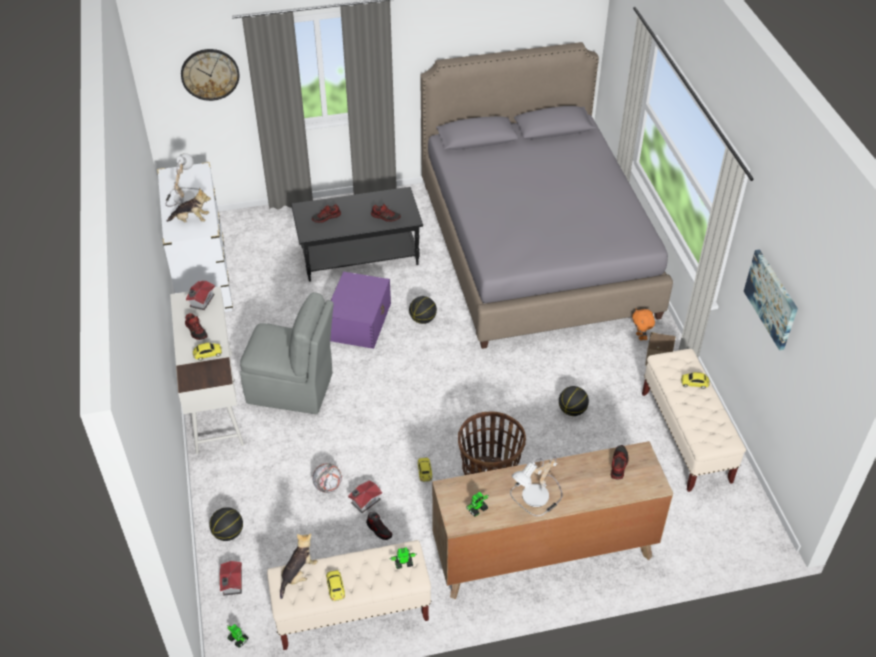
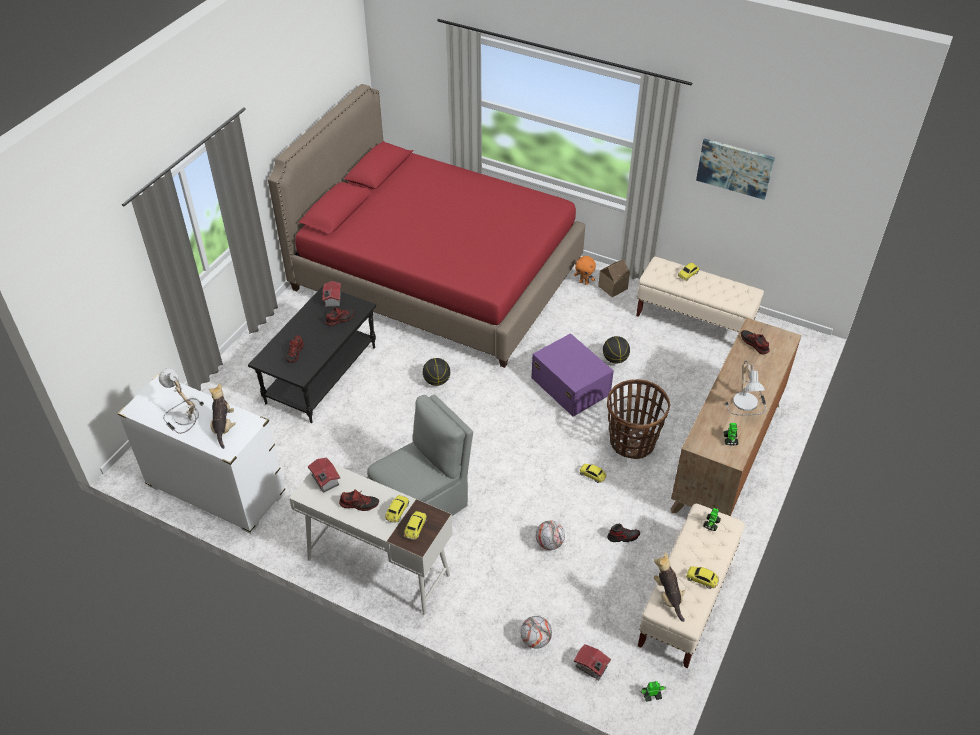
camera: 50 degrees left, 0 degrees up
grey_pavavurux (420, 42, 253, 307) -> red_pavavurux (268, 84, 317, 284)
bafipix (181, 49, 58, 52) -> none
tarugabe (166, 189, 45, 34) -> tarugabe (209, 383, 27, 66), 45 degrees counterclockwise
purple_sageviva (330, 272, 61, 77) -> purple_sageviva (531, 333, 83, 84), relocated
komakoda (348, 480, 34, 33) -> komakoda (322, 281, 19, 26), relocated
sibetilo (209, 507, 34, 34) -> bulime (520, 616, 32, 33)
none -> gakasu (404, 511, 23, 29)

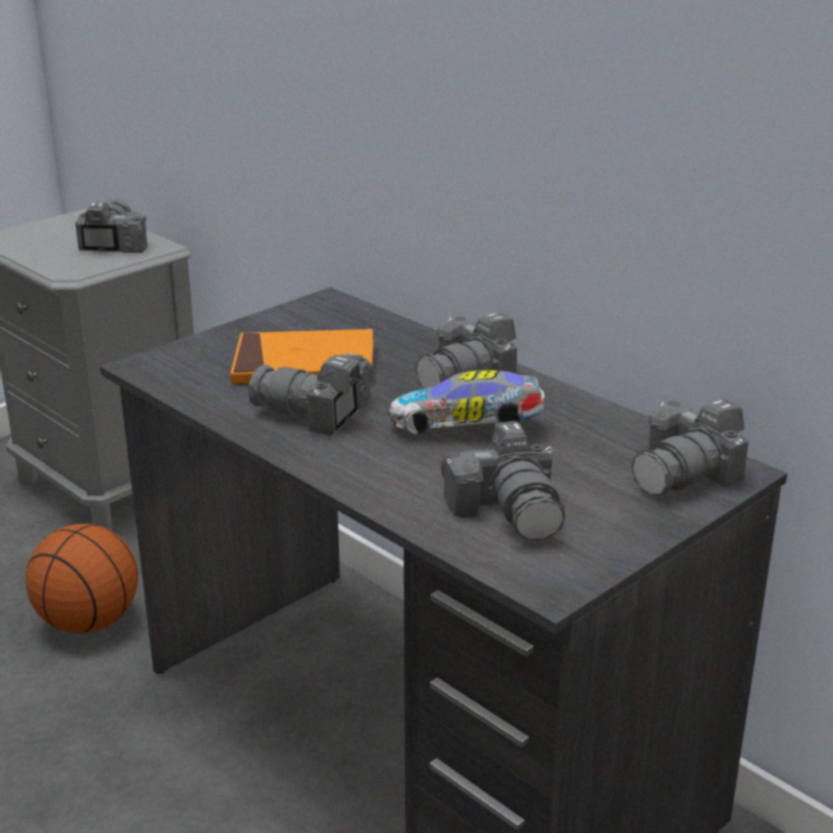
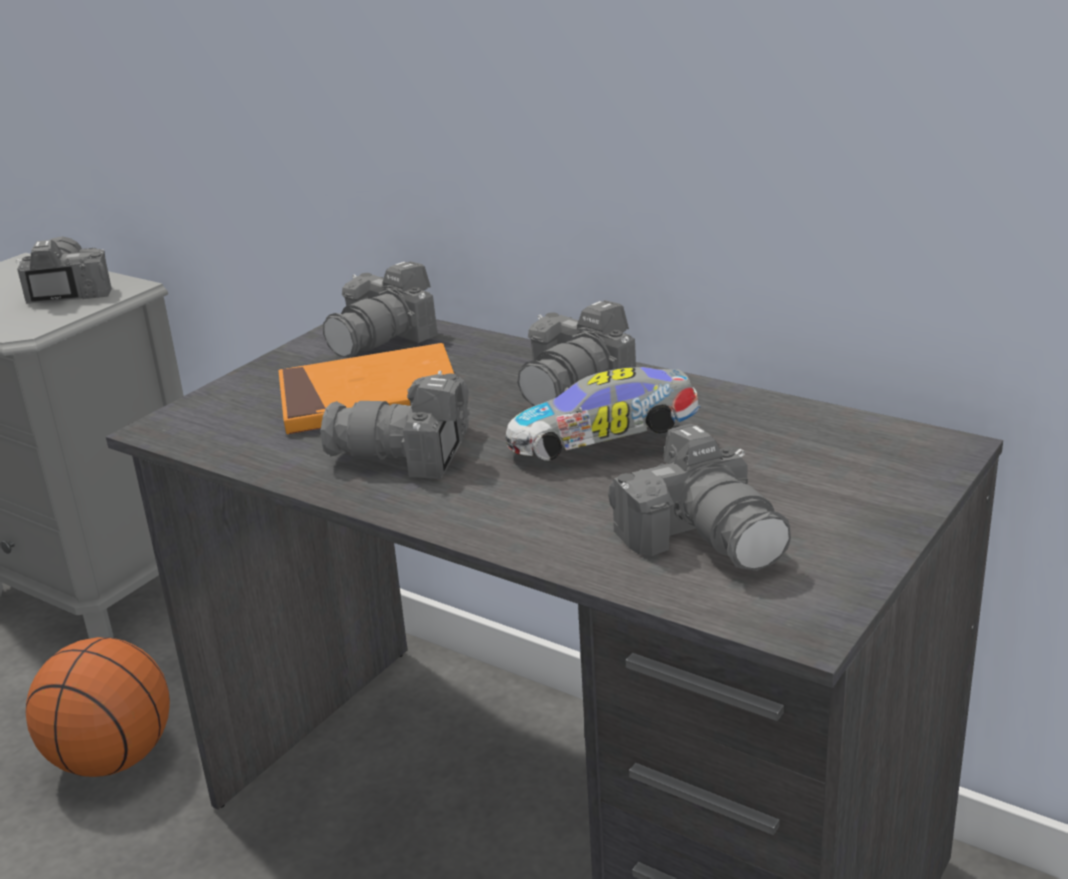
camera: 10 degrees left, 0 degrees up
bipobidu (631, 399, 118, 97) -> bipobidu (323, 261, 115, 97), relocated

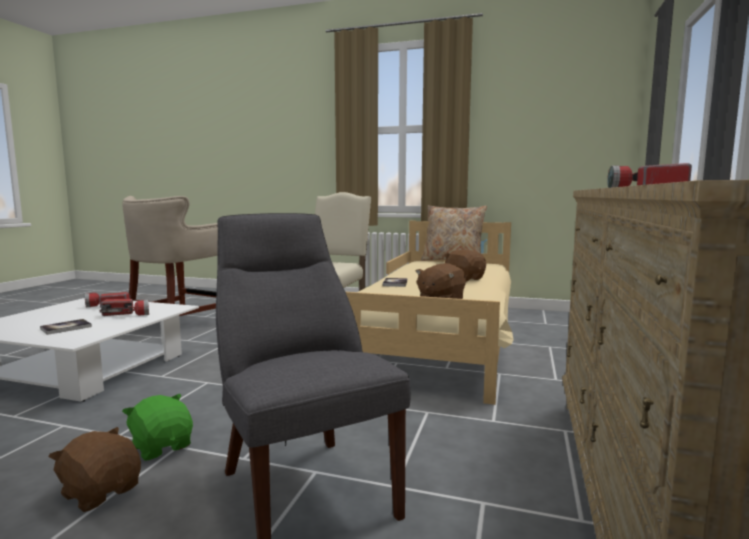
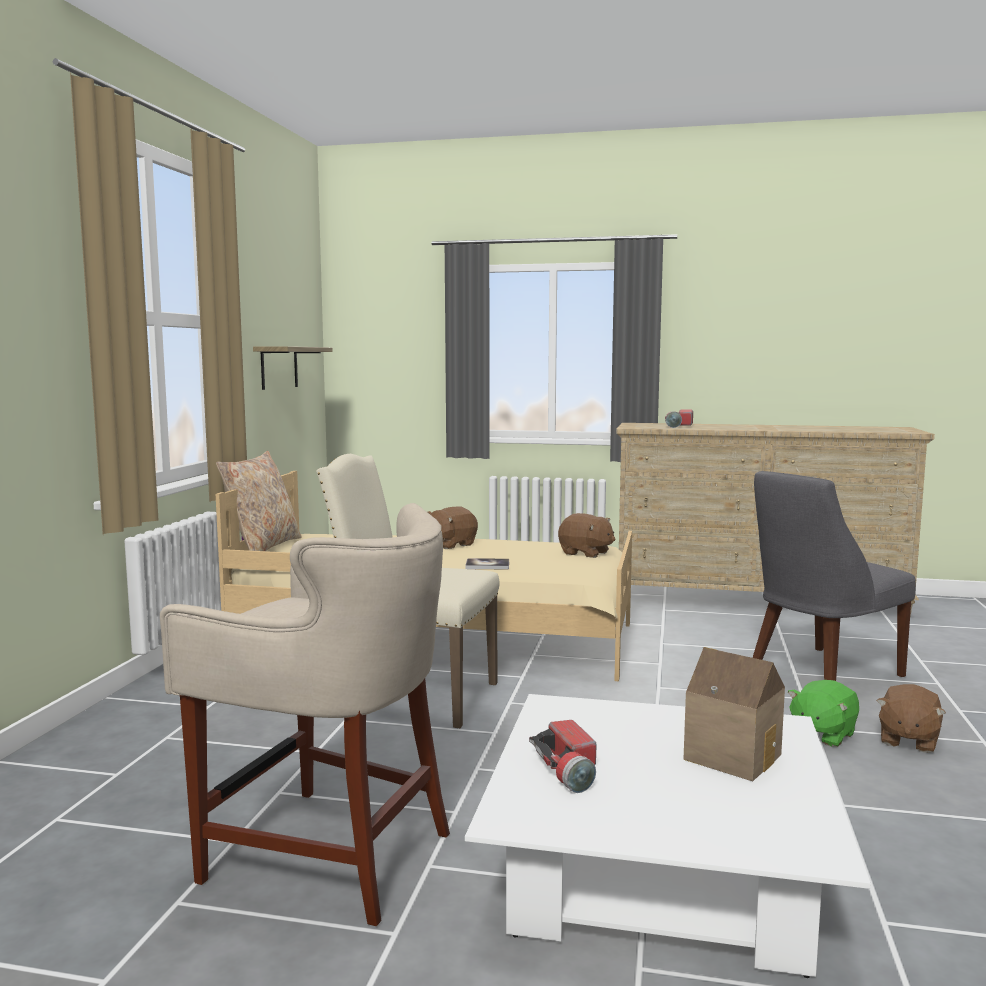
camera: 95 degrees left, 0 degrees up
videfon (100, 299, 49, 17) -> none
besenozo (40, 319, 52, 16) -> komakoda (683, 647, 102, 134)
none -> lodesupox (253, 346, 80, 44)

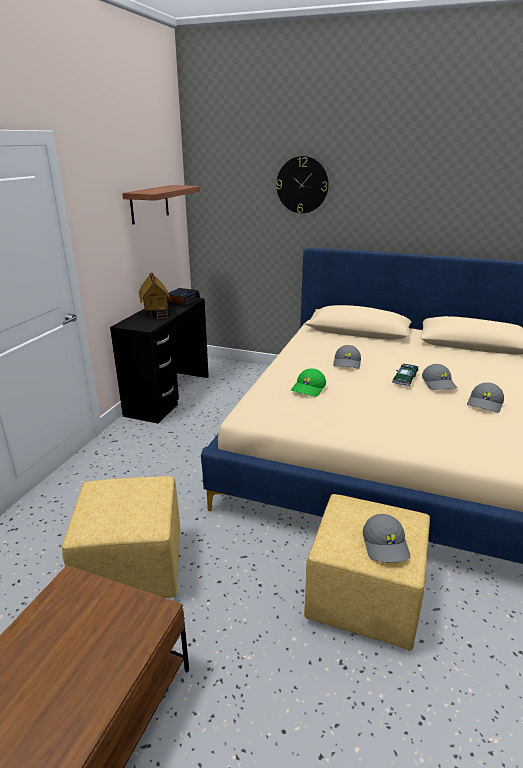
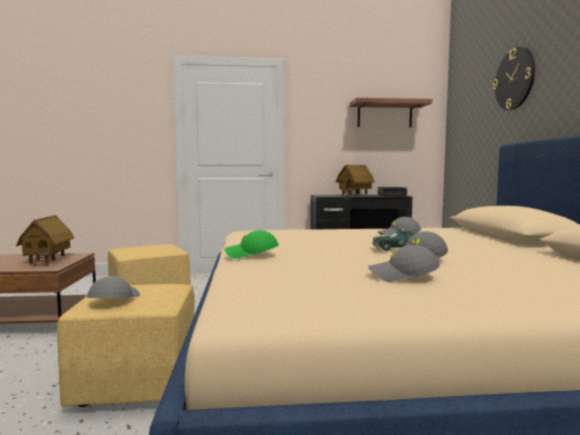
camera: 65 degrees right, 20 degrees down
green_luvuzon (291, 368, 35, 29) -> green_luvuzon (224, 230, 55, 29), relocated
grey_luvuzon (363, 514, 47, 48) -> grey_luvuzon (87, 276, 53, 22), 120 degrees clockwise
none -> komakoda (16, 215, 58, 52)

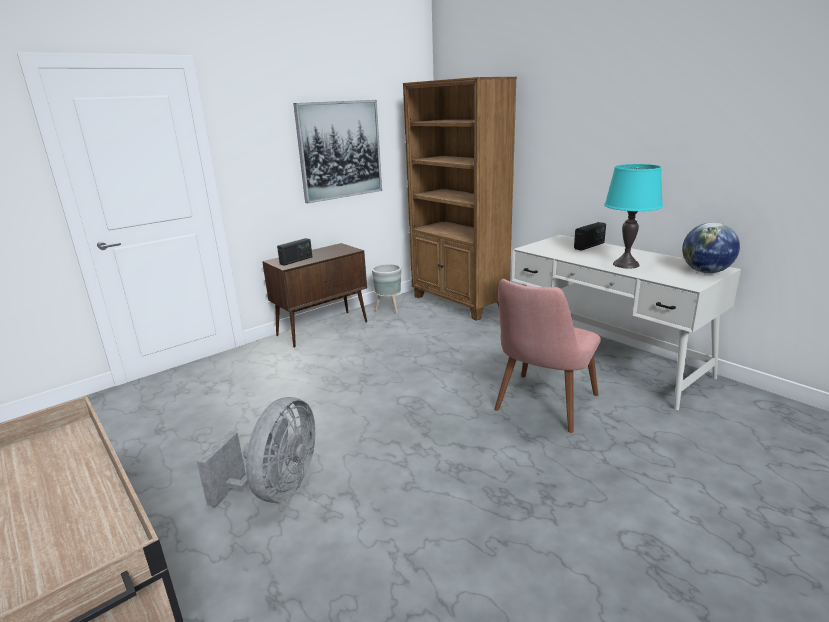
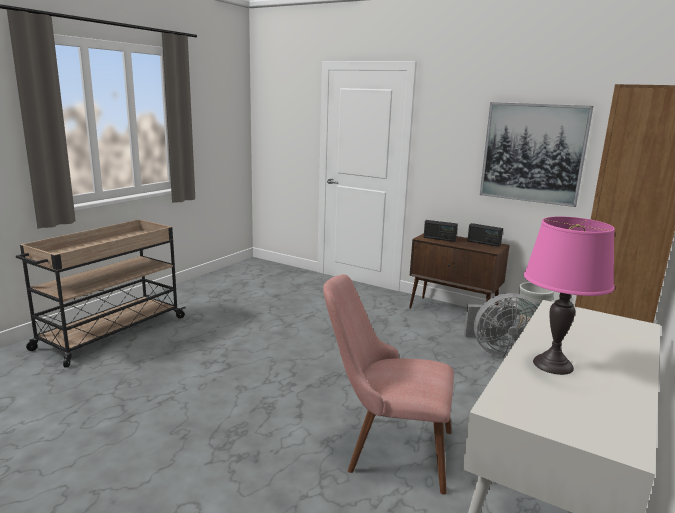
camera: 70 degrees right, 5 degrees down
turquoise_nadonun (604, 164, 59, 105) -> pink_nadonun (524, 217, 91, 158)
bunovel (574, 222, 32, 29) -> bunovel (467, 223, 36, 24), relocated
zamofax (682, 222, 58, 51) -> none
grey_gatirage (196, 397, 120, 110) -> grey_gatirage (464, 293, 74, 65), relocated

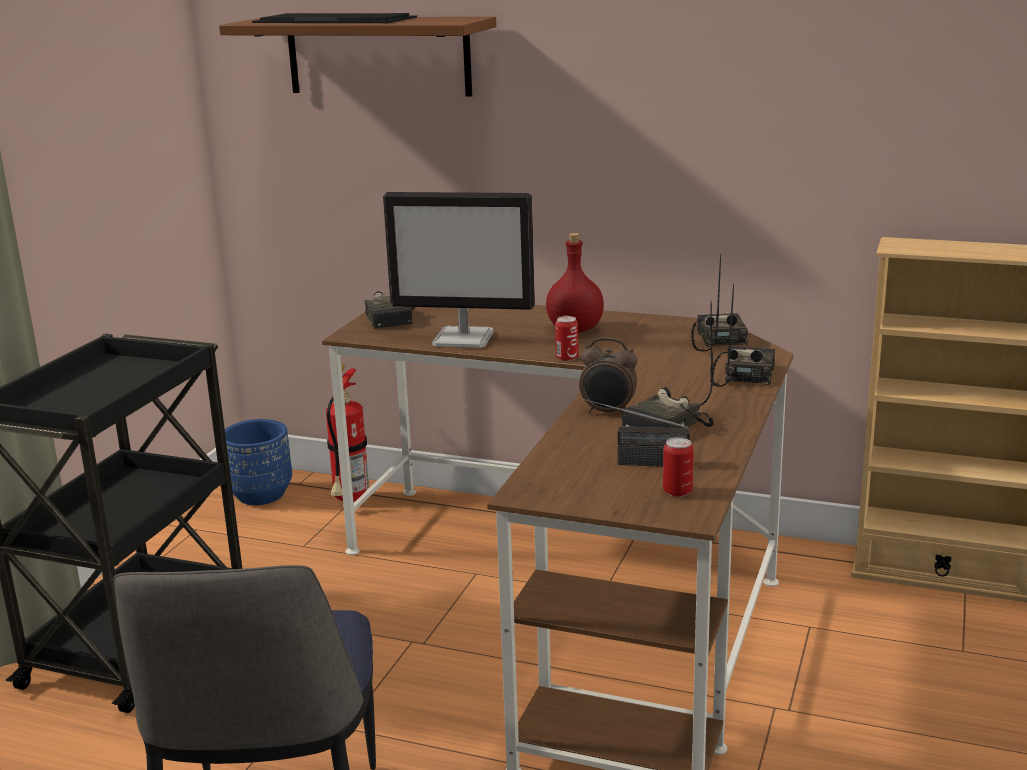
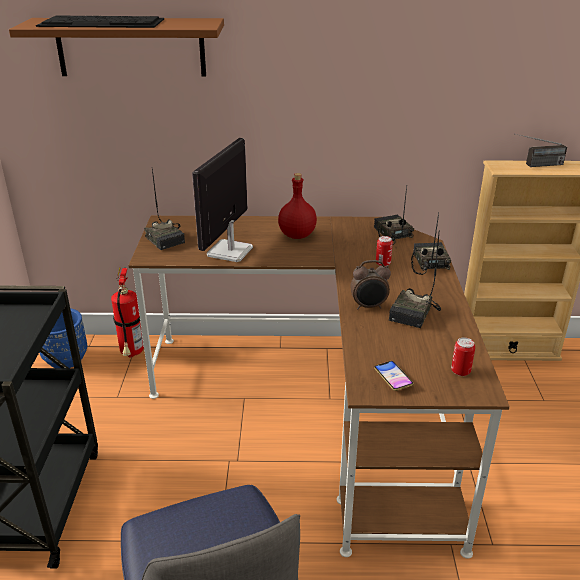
camera: 20 degrees left, 10 degrees up
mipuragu (383, 192, 152, 156) -> mipuragu (192, 138, 61, 124), 120 degrees clockwise
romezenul (555, 316, 23, 45) -> romezenul (376, 236, 17, 30), relocated
bunovel (580, 398, 110, 69) -> bunovel (516, 134, 51, 33), relocated
none -> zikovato (374, 361, 40, 30)

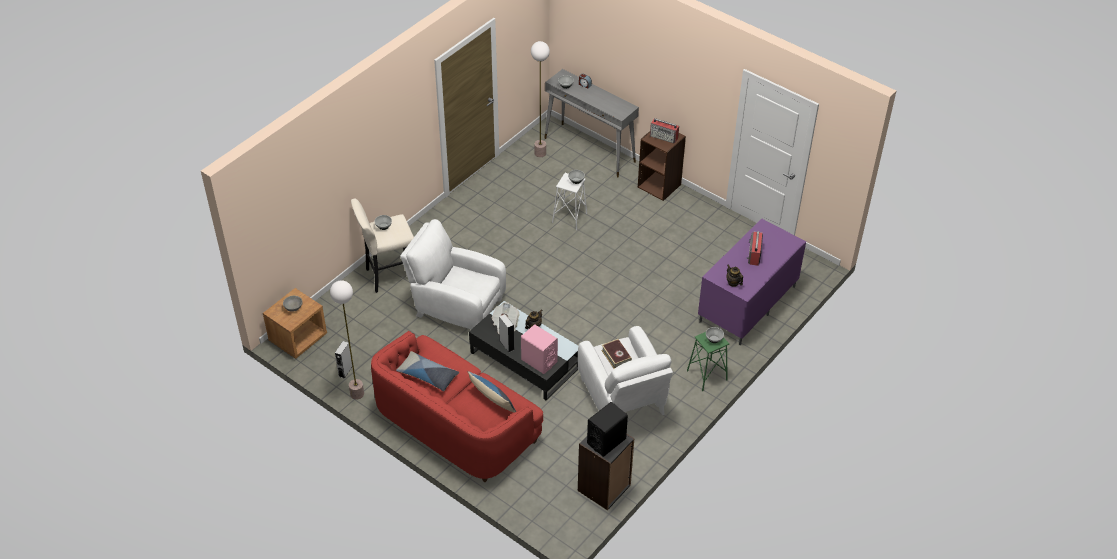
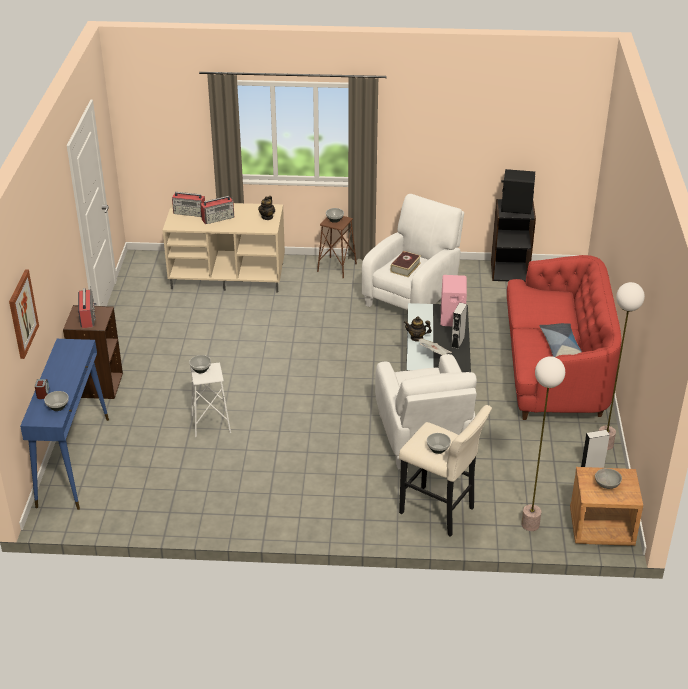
camera: 125 degrees left, 10 degrees down
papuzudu (531, 41, 19, 116) -> papuzudu (521, 356, 44, 175), relocated
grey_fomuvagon (544, 69, 95, 109) -> blue_fomuvagon (20, 339, 89, 171)
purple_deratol (698, 218, 108, 127) -> beige_deratol (163, 203, 122, 89)
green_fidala (687, 332, 42, 59) -> brown_fidala (317, 216, 40, 63)
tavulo (467, 371, 49, 41) -> none
none -> bunovel (172, 192, 33, 25)
none -> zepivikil (9, 270, 30, 89)

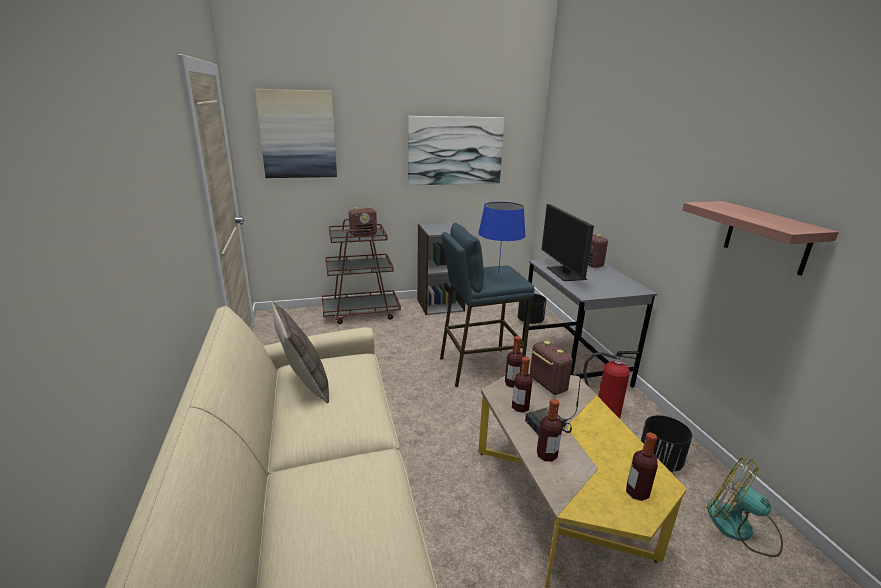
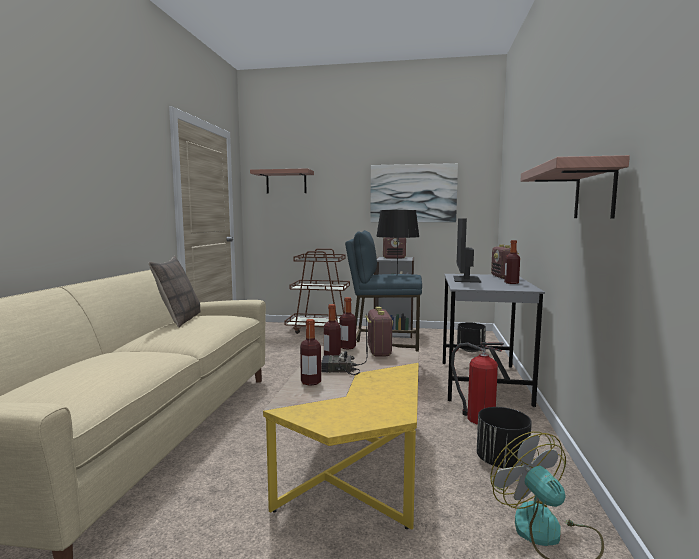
camera: 25 degrees right, 15 degrees down
zepivikil (255, 89, 82, 89) -> lodesupox (250, 168, 64, 26)
blue_nadonun (478, 202, 48, 73) -> black_nadonun (376, 210, 44, 62)
bunovel (349, 207, 28, 29) -> bunovel (383, 237, 23, 22), relocated
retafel (626, 432, 32, 69) -> retafel (504, 240, 16, 44), relocated

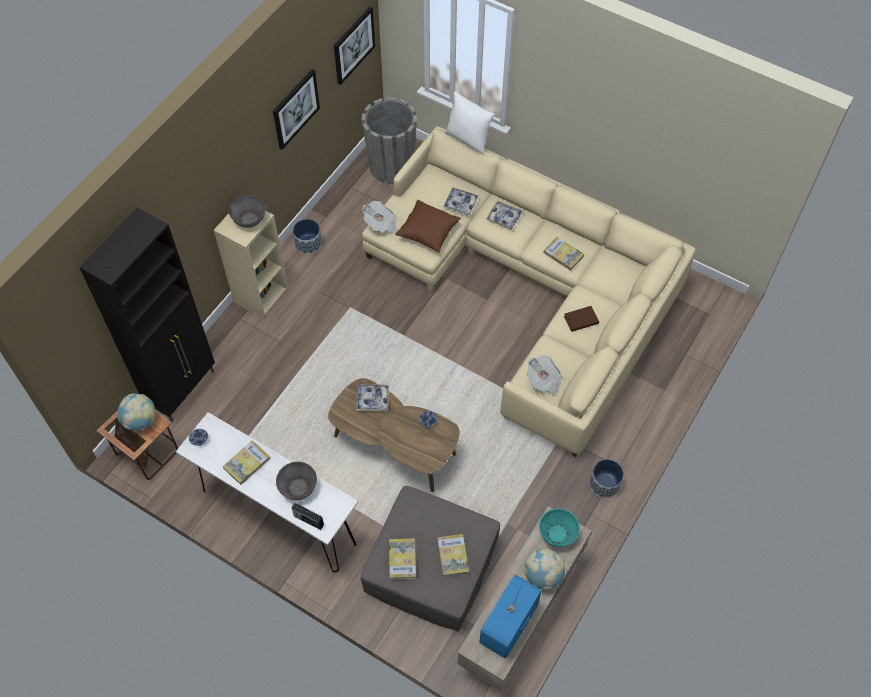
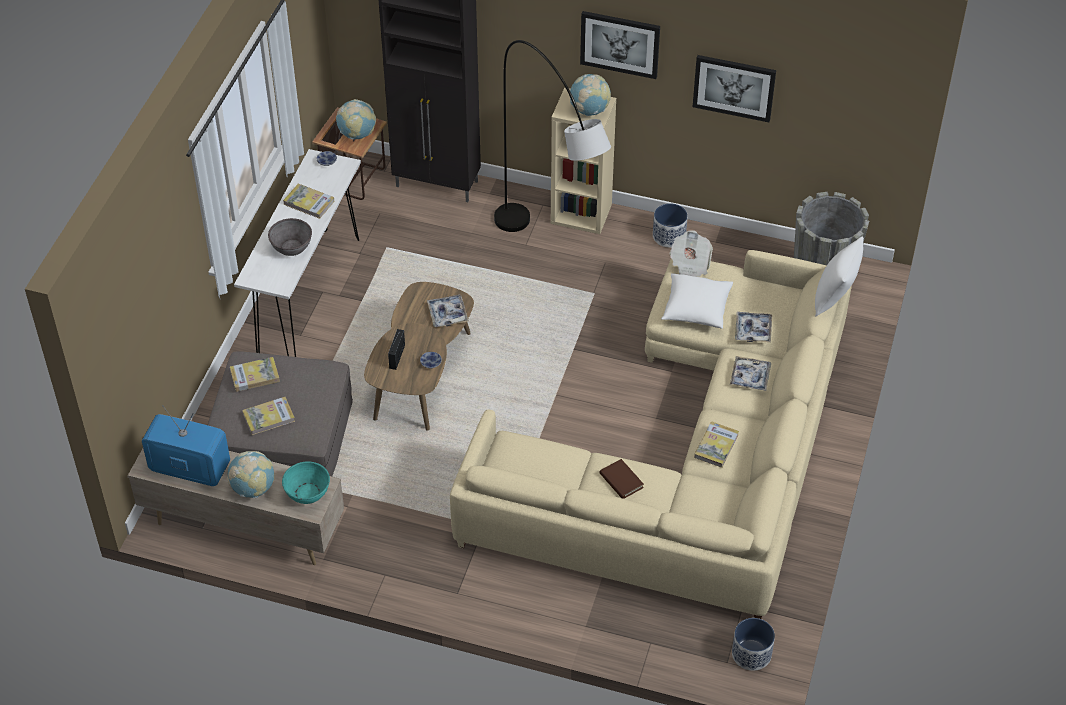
camera: 75 degrees right, 10 degrees down
zepivikil (334, 7, 41, 78) -> zepivikil (580, 11, 80, 68), relocated
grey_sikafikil (229, 195, 37, 33) -> zamofax (570, 74, 41, 42)
brown_tavulo (395, 200, 66, 53) -> white_tavulo (661, 273, 72, 56)
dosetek (526, 355, 37, 41) -> none
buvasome (590, 459, 34, 39) -> buvasome (732, 618, 43, 52), relocated
bunovel (292, 503, 32, 27) -> bunovel (388, 329, 17, 41), relocated
none -> grey_papuzudu (494, 40, 117, 192)

